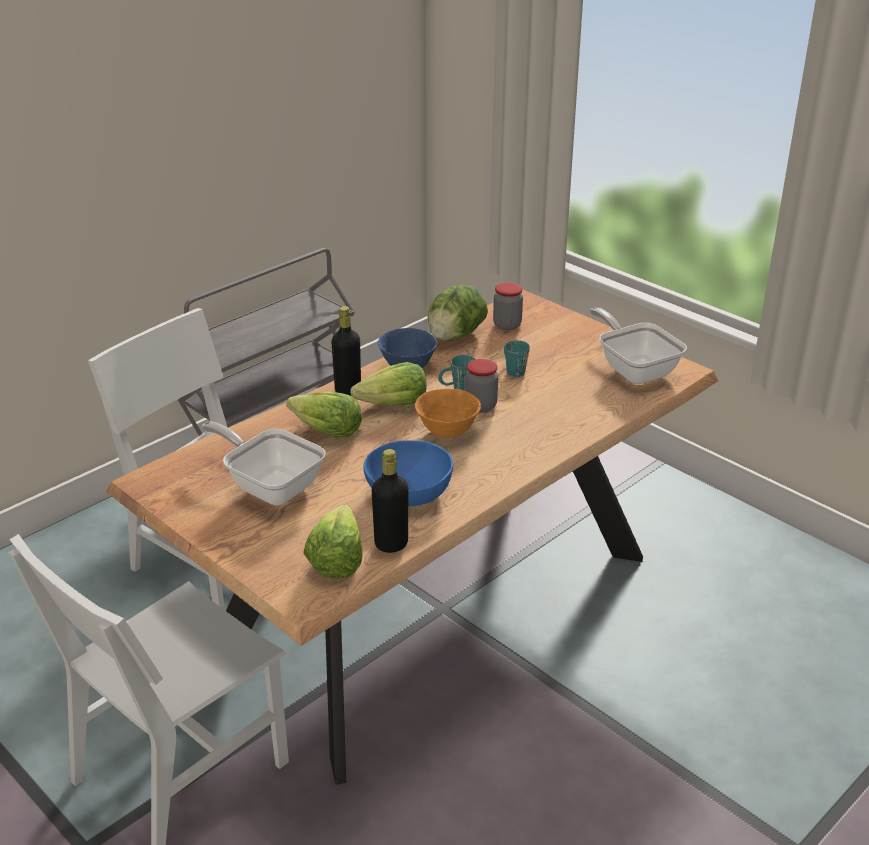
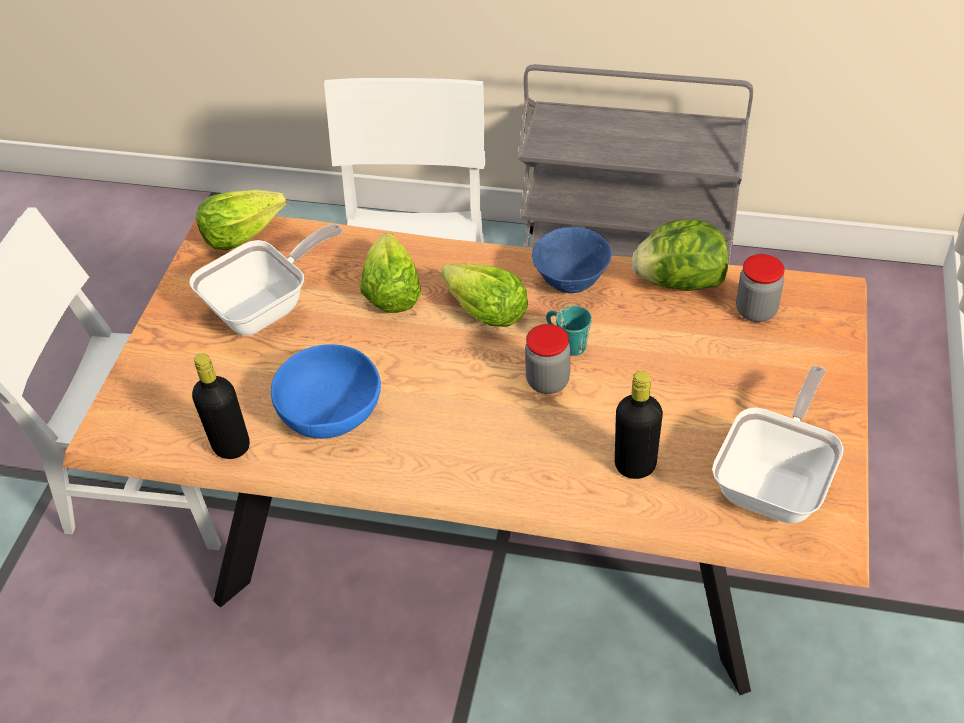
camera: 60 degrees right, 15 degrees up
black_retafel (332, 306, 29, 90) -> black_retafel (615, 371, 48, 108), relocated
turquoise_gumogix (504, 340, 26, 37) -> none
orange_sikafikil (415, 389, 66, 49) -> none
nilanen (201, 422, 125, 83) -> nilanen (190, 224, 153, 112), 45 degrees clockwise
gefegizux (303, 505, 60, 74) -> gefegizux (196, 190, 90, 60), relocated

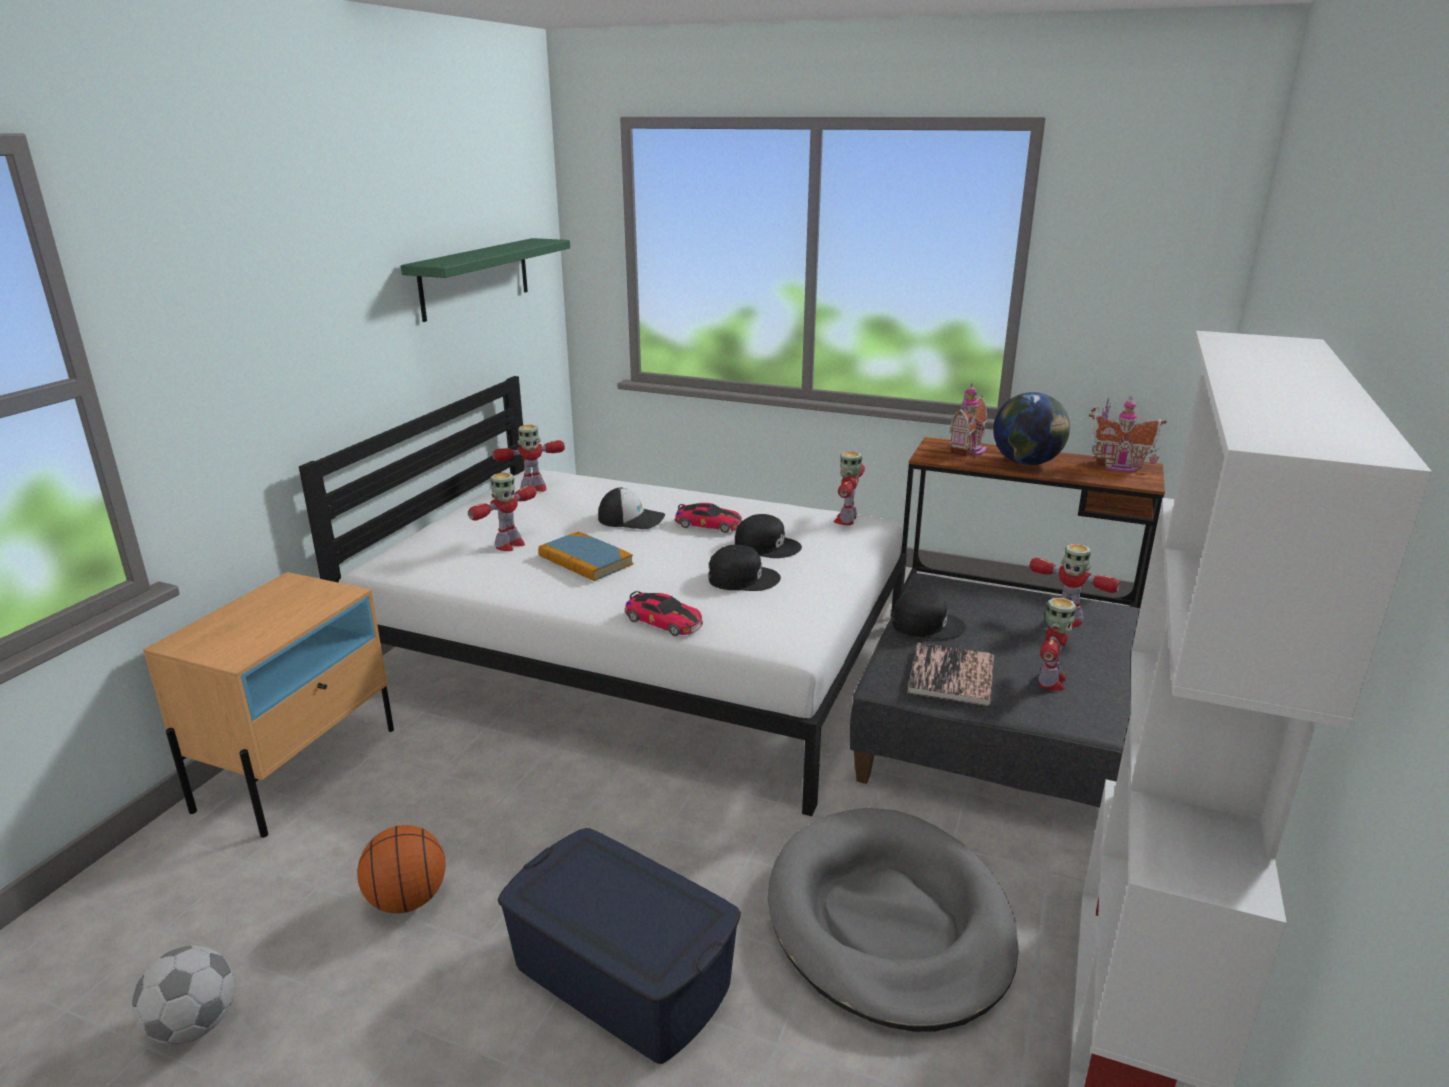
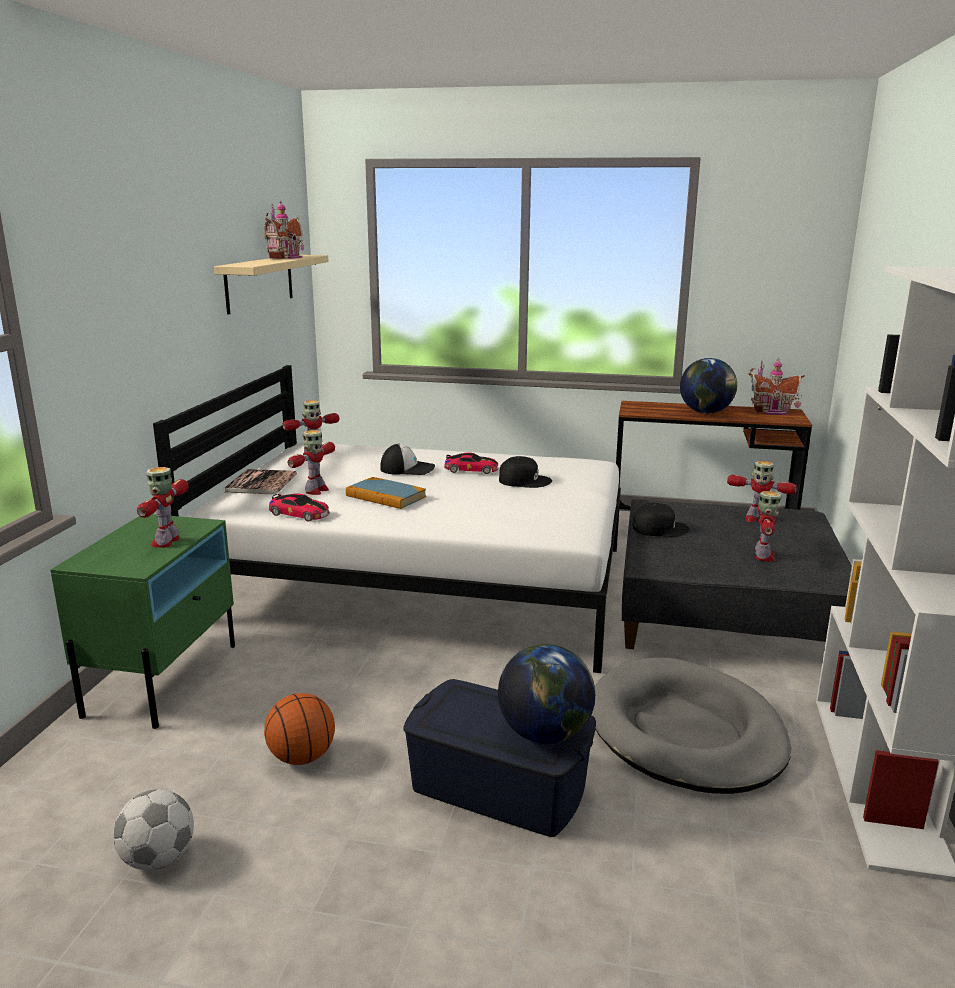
camera: 10 degrees left, 5 degrees down
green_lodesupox (401, 238, 169, 84) -> beige_lodesupox (214, 255, 115, 60)
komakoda (949, 383, 38, 74) -> komakoda (264, 200, 40, 59), relocated
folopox (834, 451, 31, 74) -> folopox (137, 467, 52, 81), relocated
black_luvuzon (709, 544, 72, 47) -> none
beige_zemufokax (143, 572, 251, 266) -> green_zemufokax (50, 514, 185, 215)
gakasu (625, 591, 78, 45) -> gakasu (269, 493, 61, 29), relocated
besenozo (907, 643, 87, 63) -> besenozo (224, 469, 73, 26), relocated
none -> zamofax (498, 644, 97, 100)

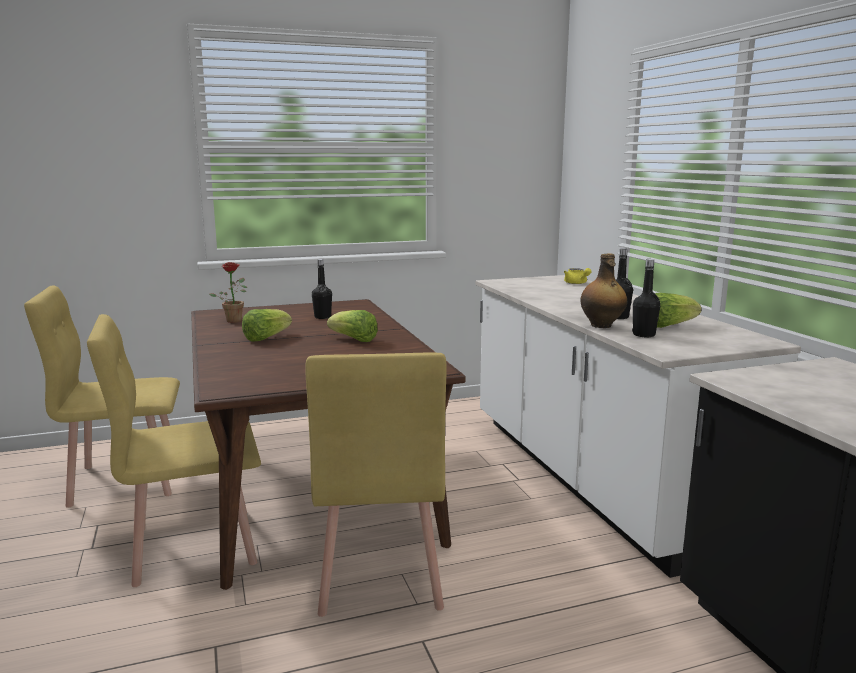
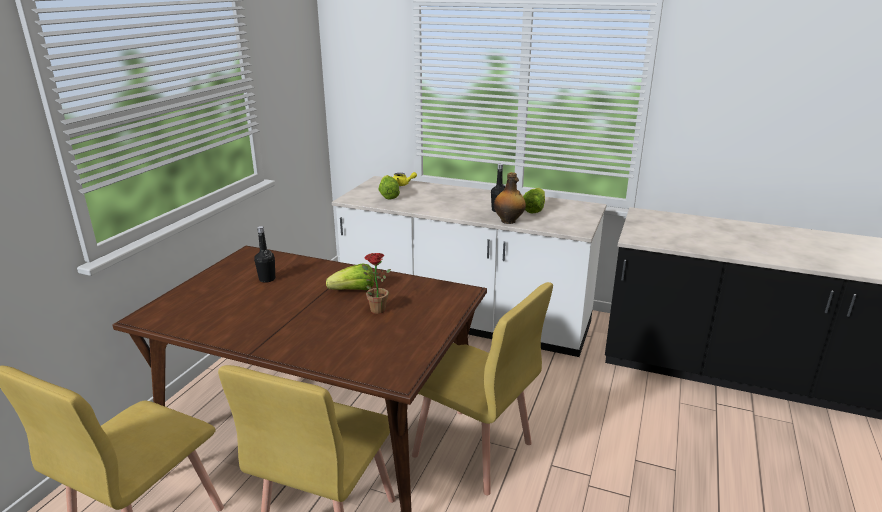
camera: 50 degrees left, 10 degrees up
black_retafel (632, 259, 28, 78) -> none
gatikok (209, 262, 38, 61) -> gatikok (362, 253, 29, 61), relocated
gefegizux (242, 309, 50, 33) -> gefegizux (379, 175, 21, 25), relocated

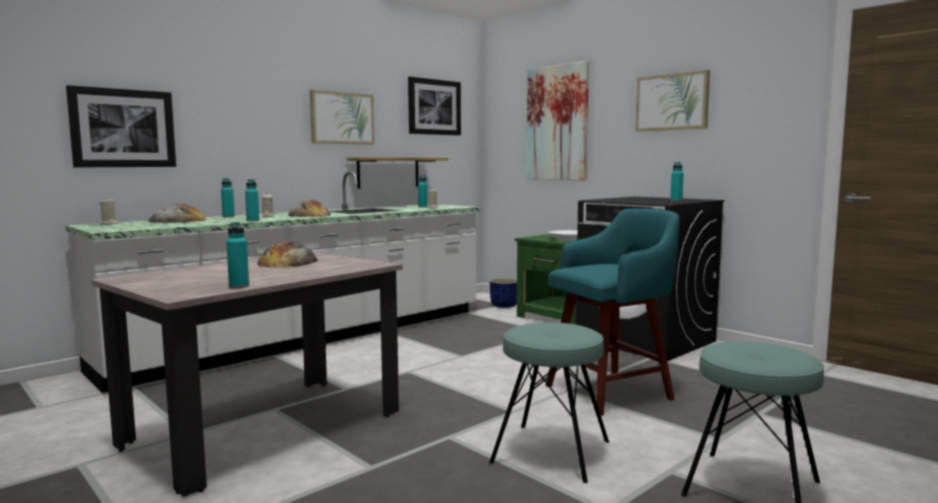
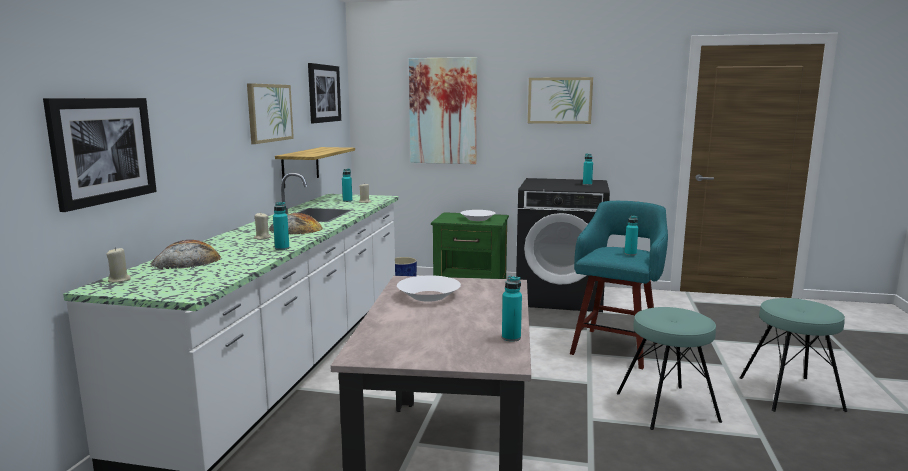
camera: 35 degrees left, 5 degrees up
turquoise_retafel (221, 178, 14, 40) -> turquoise_retafel (625, 215, 13, 41), relocated
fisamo (257, 242, 61, 26) -> white_sikafikil (397, 275, 64, 27)

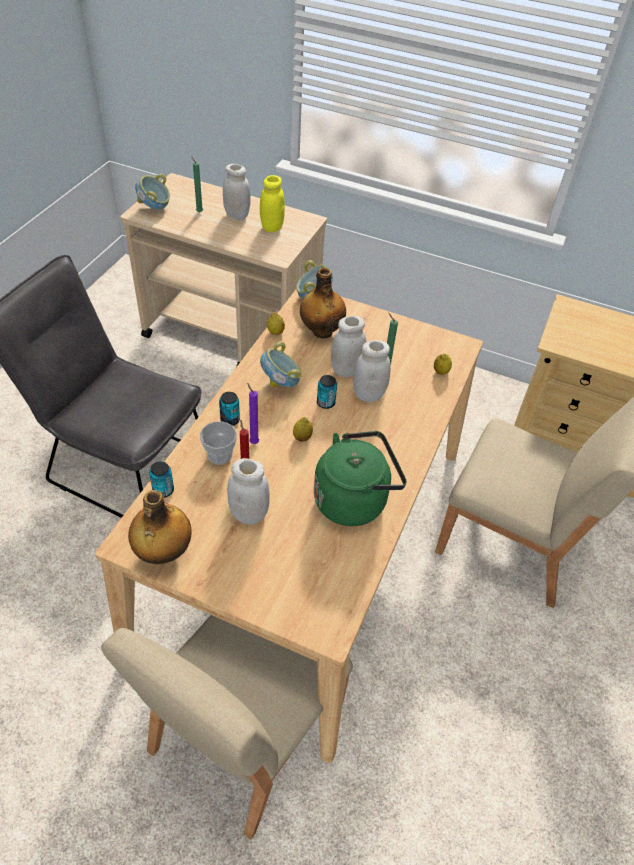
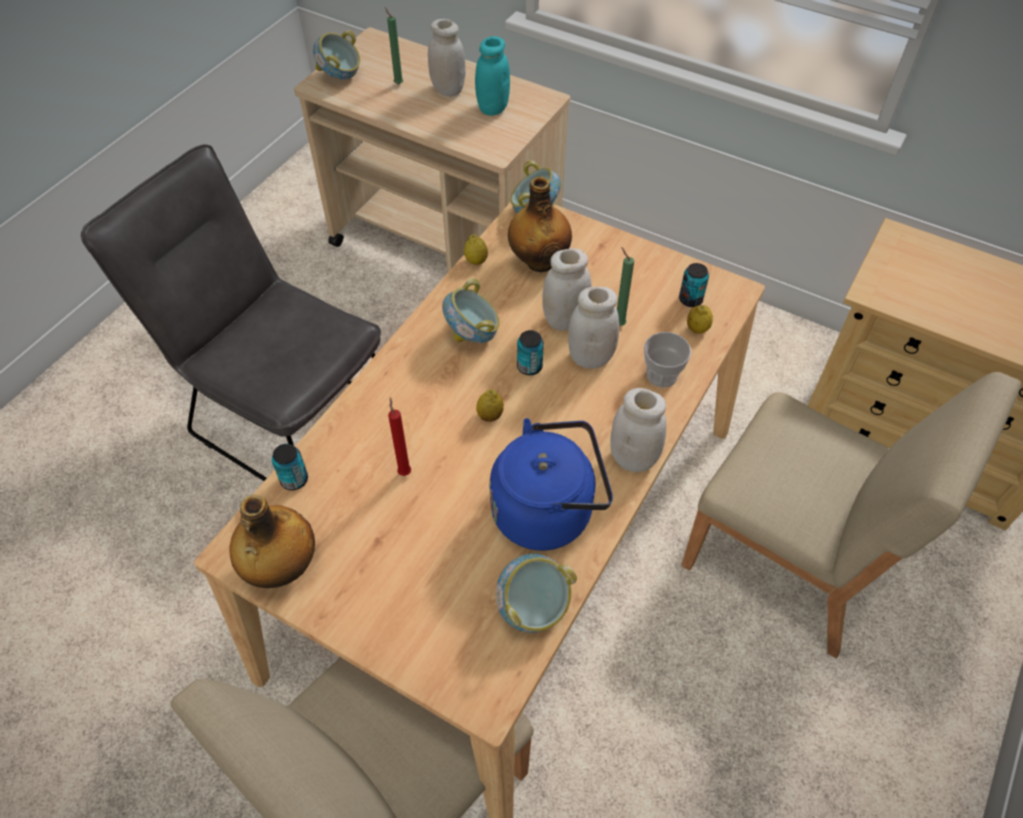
camera: 10 degrees right, 5 degrees up
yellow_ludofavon (260, 175, 25, 57) -> turquoise_ludofavon (475, 36, 35, 80)
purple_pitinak (247, 383, 12, 61) -> none
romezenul (219, 392, 21, 34) -> romezenul (679, 263, 30, 44), relocated
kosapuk (200, 421, 37, 44) -> kosapuk (644, 332, 47, 56), relocated
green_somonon (314, 431, 93, 95) -> blue_somonon (490, 418, 123, 133)
white_ludofavon (227, 458, 43, 67) -> white_ludofavon (610, 388, 56, 84), relocated
none -> sikafikil (496, 554, 81, 79)

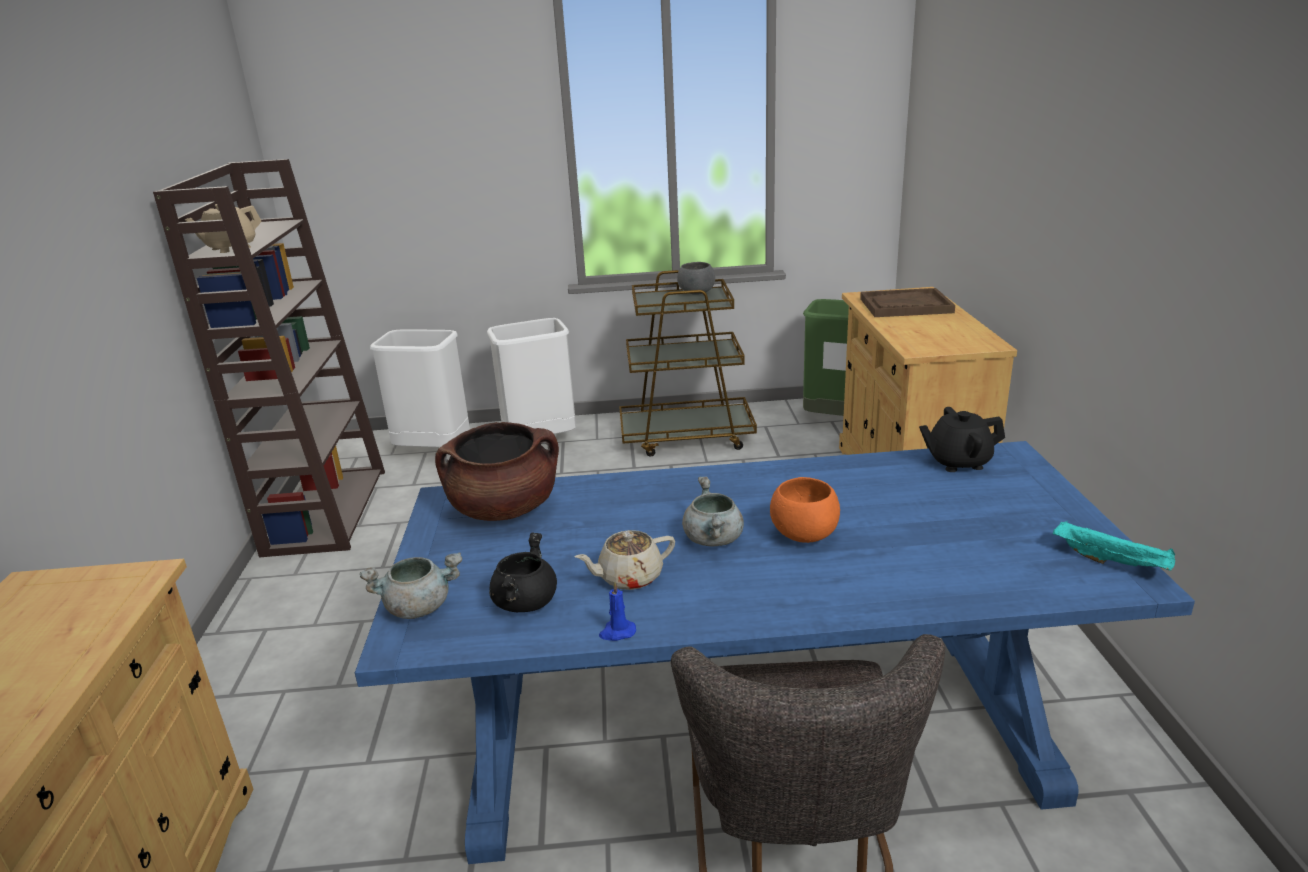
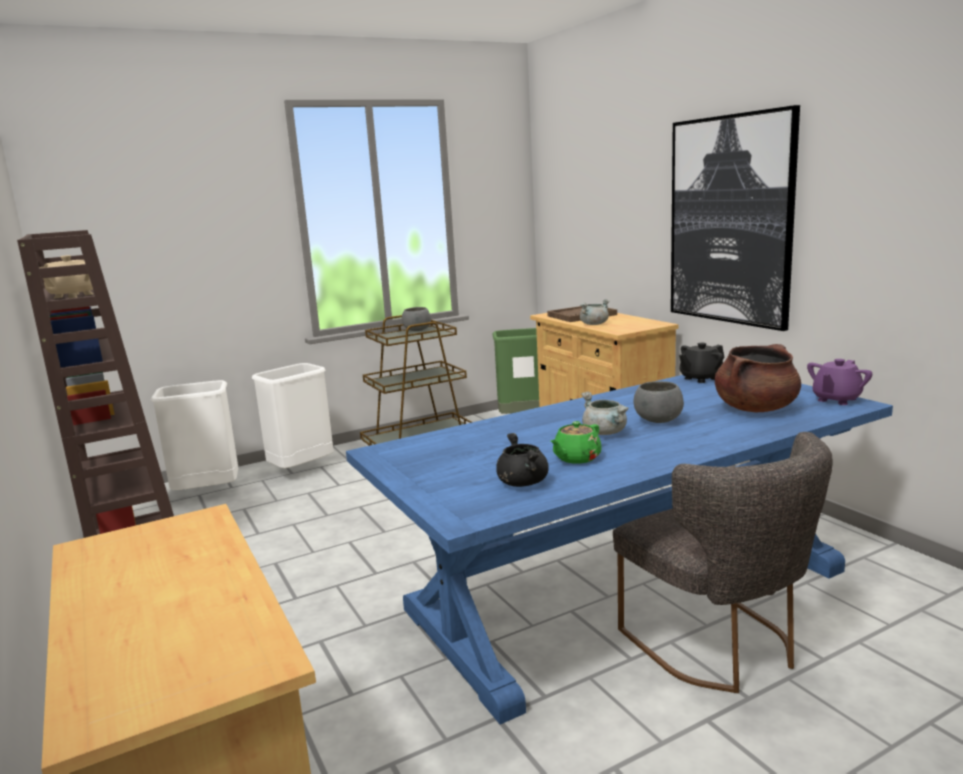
camera: 25 degrees left, 10 degrees down
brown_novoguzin (435, 422, 124, 99) -> brown_novoguzin (715, 344, 86, 68), relocated
orange_sikafikil (770, 477, 70, 66) -> grey_sikafikil (634, 381, 50, 42)
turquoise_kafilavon (1053, 521, 122, 50) -> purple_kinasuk (807, 359, 65, 46)
beige_kinasuk (575, 530, 100, 60) -> green_kinasuk (550, 421, 51, 43)
grey_novoguzin (360, 552, 102, 67) -> grey_novoguzin (580, 299, 30, 26), relocated
blue_pitinak (599, 581, 37, 60) -> none
none -> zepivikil (671, 105, 129, 226)

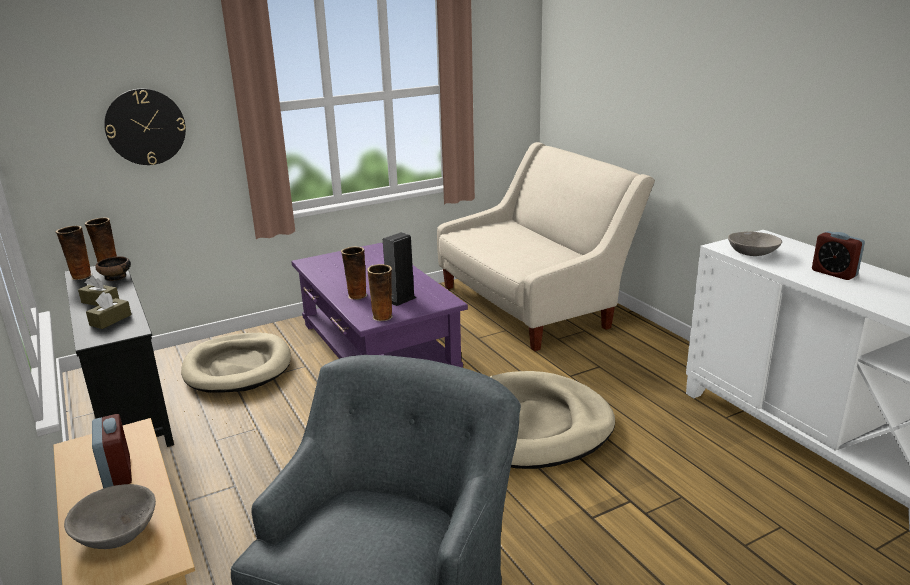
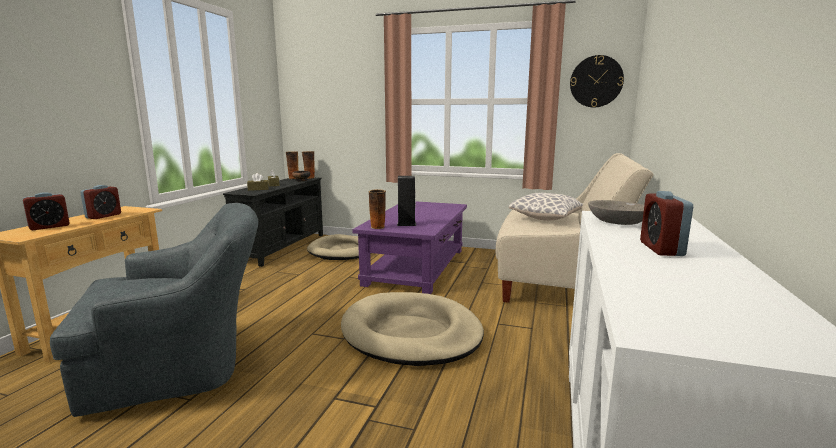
camera: 45 degrees right, 10 degrees down
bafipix (104, 89, 82, 76) -> bafipix (570, 55, 54, 53), relocated
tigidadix (341, 247, 26, 53) -> none
grey_sikafikil (64, 484, 92, 65) -> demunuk (22, 193, 48, 37)
none -> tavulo (509, 193, 74, 28)

